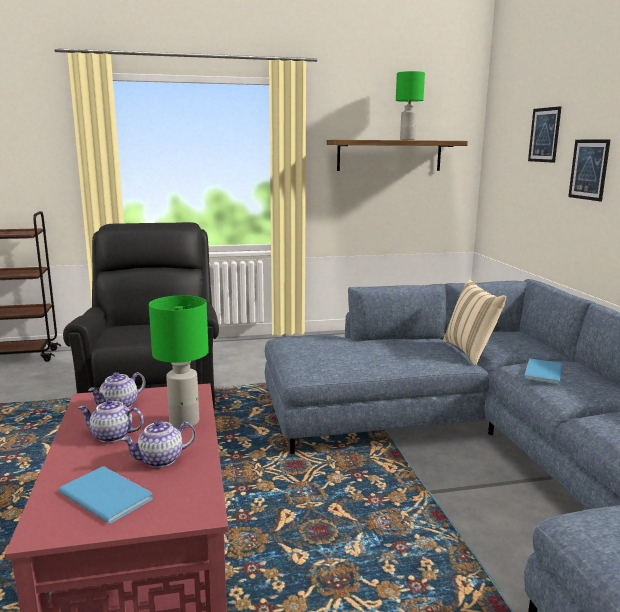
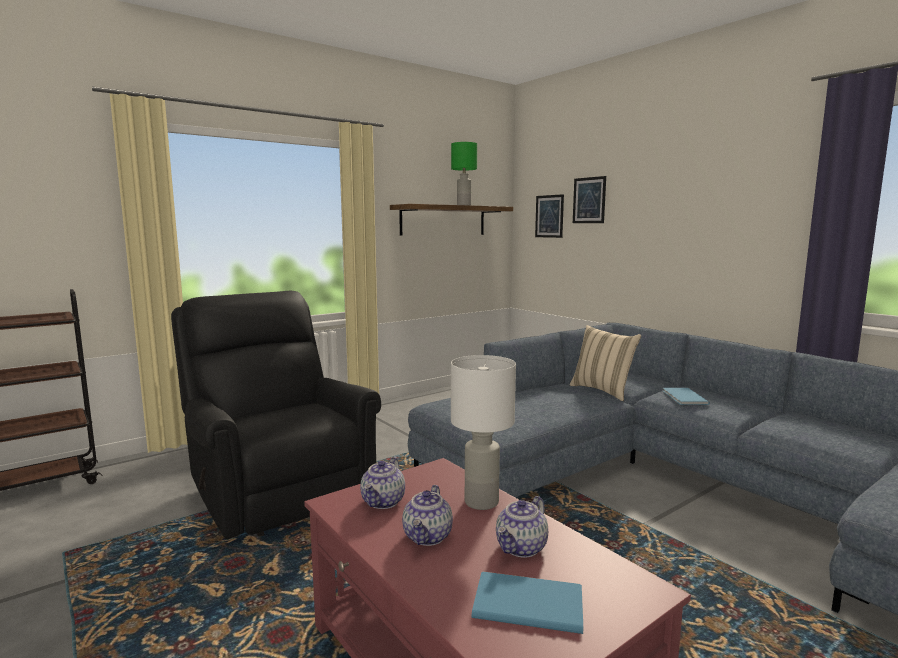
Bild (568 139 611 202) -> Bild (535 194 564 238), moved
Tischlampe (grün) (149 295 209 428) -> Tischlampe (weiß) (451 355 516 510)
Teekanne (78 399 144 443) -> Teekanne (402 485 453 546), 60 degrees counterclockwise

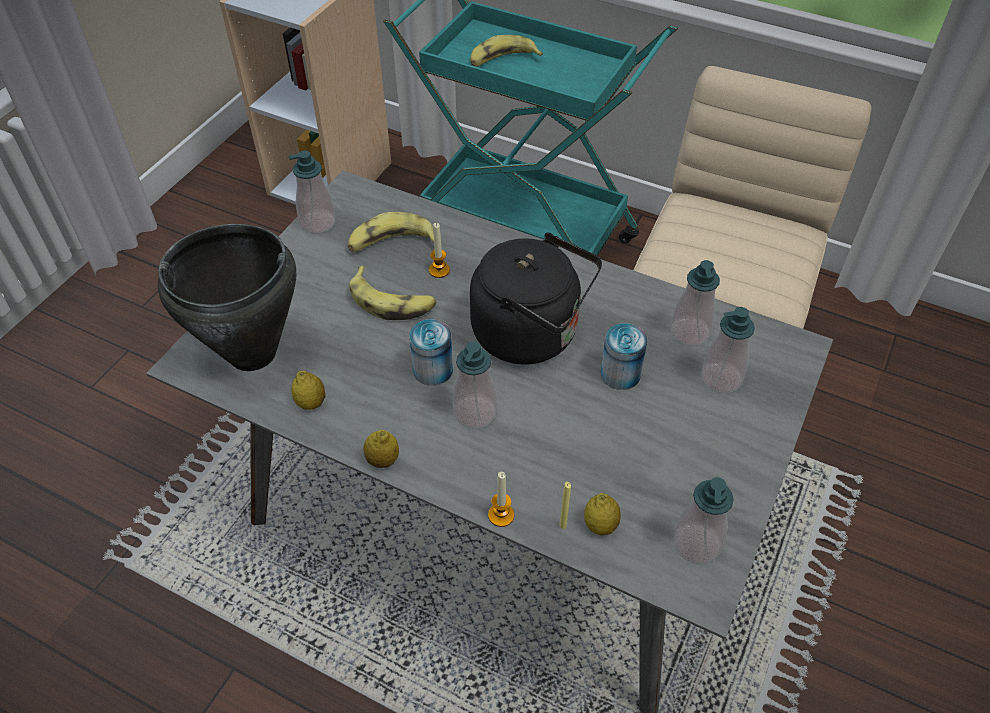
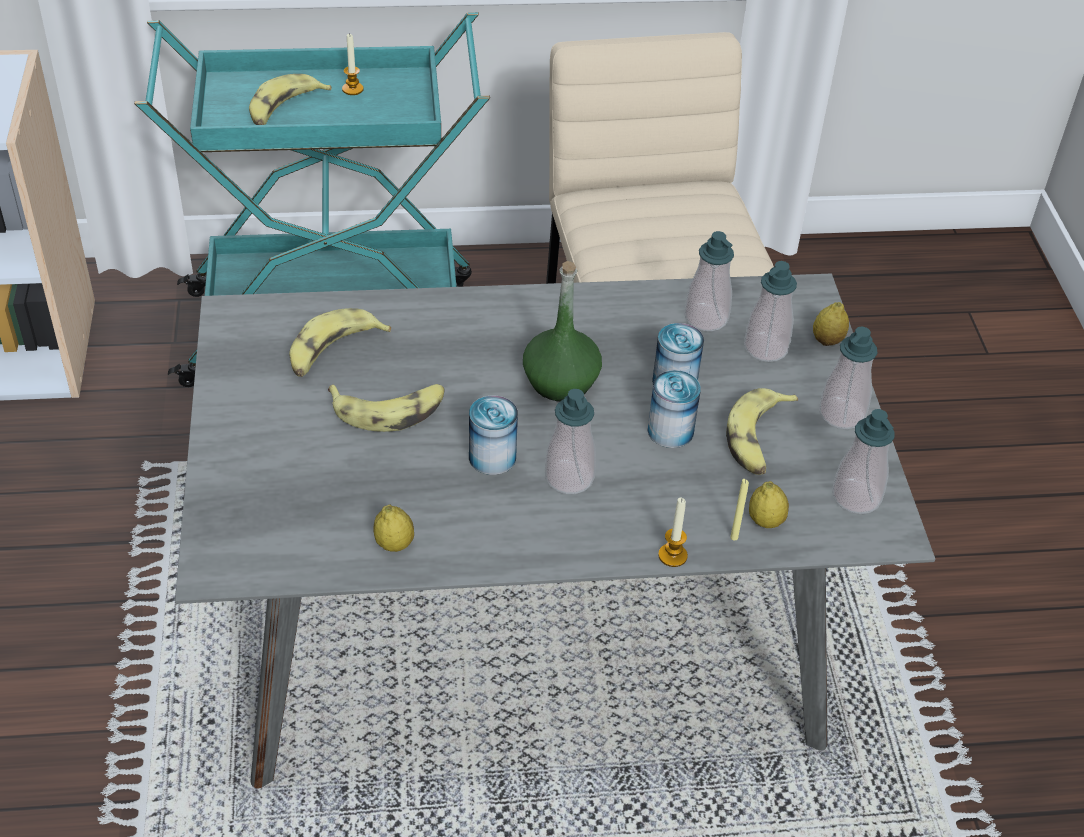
Kochtopf (schwarz) (158 224 296 371) -> none
none -> Dose (647 370 701 448)
none -> Banane (726 388 798 475)
Seifenspender (288 150 335 234) -> Seifenspender (819 327 877 430), moved
Zitrone (363 430 399 468) -> Zitrone (813 302 849 346), moved
Kerze (429 223 450 278) -> Kerze (342 34 364 95), moved
Wasserkessel (schwarz) (470 233 602 365) -> Flasche (grün) (523 261 602 401)

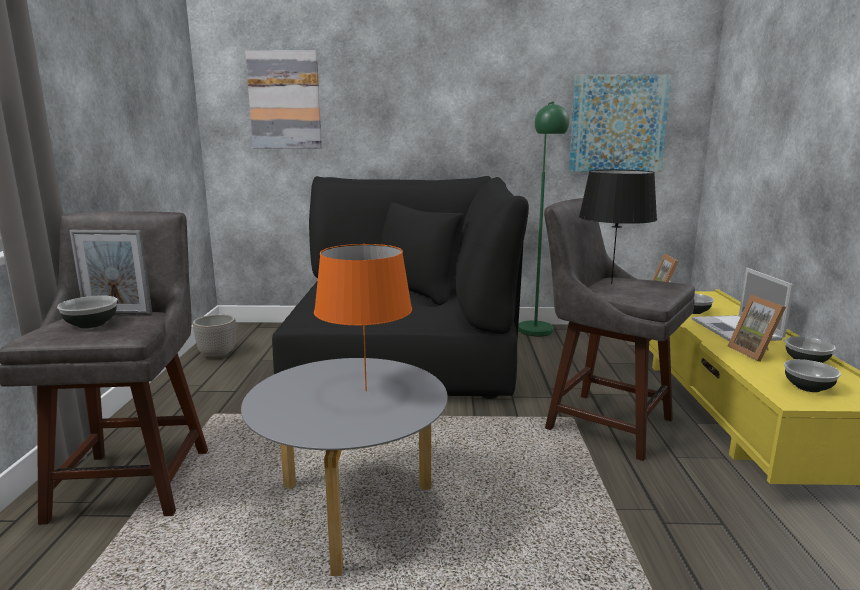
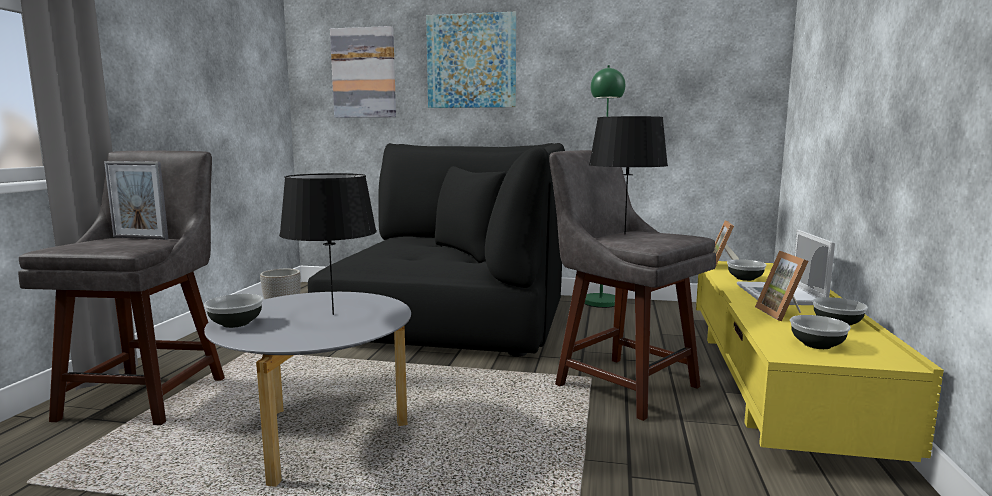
Schüssel (57 295 118 328) -> Schüssel (204 294 263 328), moved
Bild (569 75 671 172) -> Bild (426 12 516 108), moved
Tischlampe (orange) (314 244 412 391) -> Tischlampe (schwarz) (279 173 377 315)

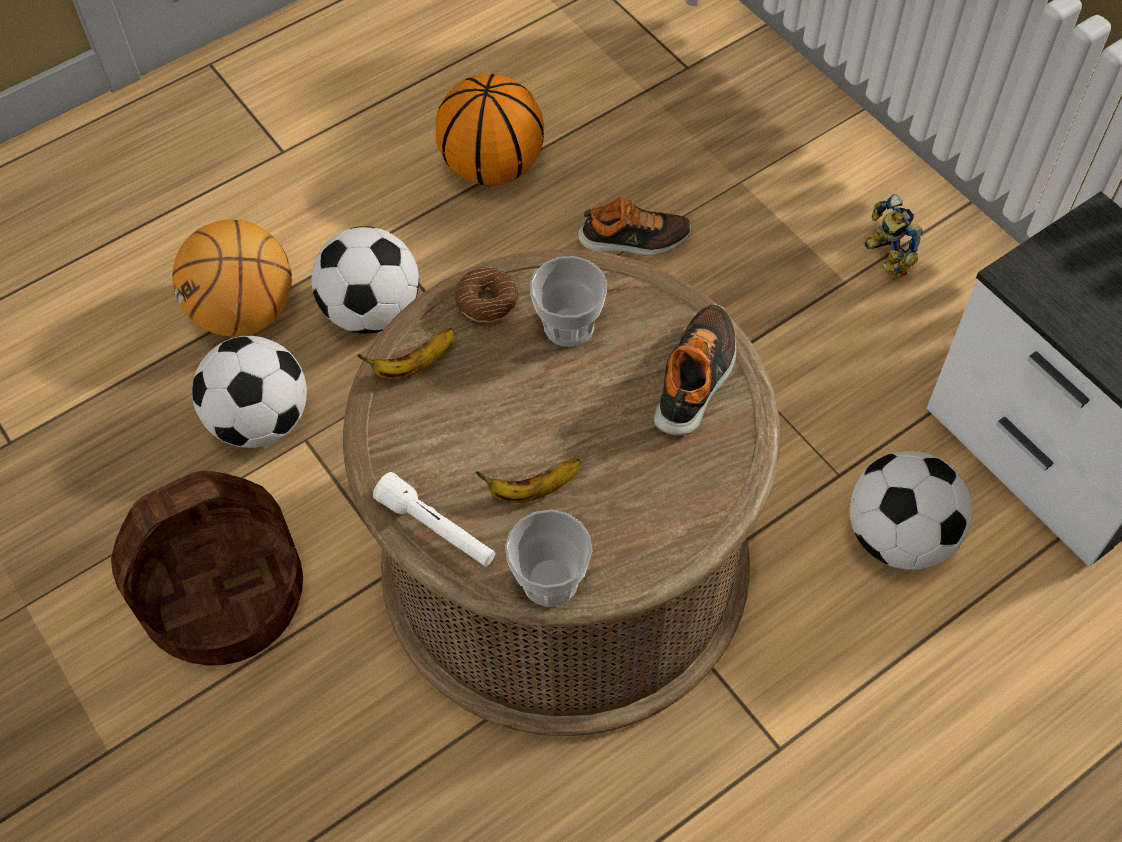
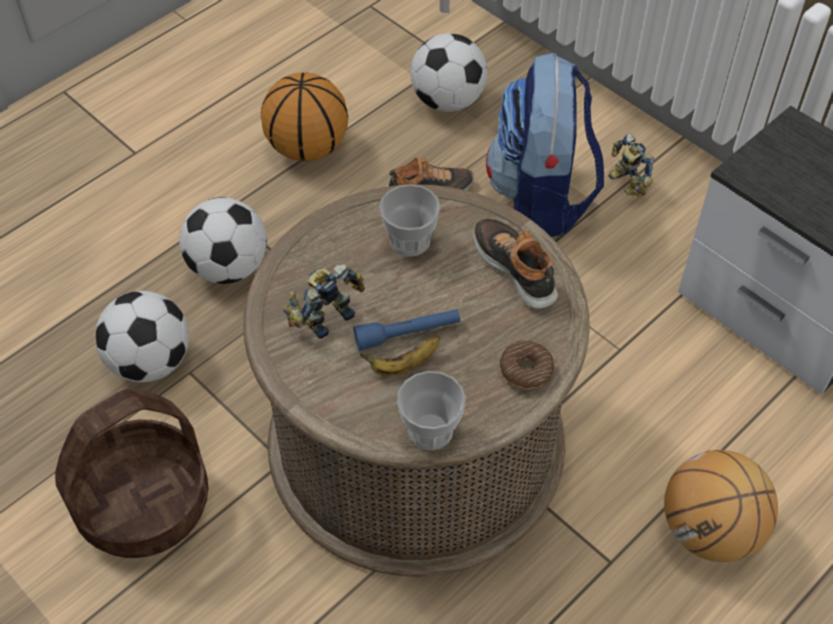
Banane (357 328 454 380) -> none
Taschenlampe (weiß) (373 472 495 567) -> none
none -> Spielzeugroboter (283 264 365 339)
none -> Taschenlampe (blau) (353 309 460 351)
none -> Rucksack (486 53 604 237)
Basketball (172 220 292 336) -> Basketball (664 450 778 562), moved
Donut (455 267 518 323) -> Donut (500 340 554 389), moved
Fußball (849 451 972 570) -> Fußball (410 33 487 112), moved
Schuh (654 304 737 436) -> Schuh (473 218 558 310), 45 degrees counterclockwise

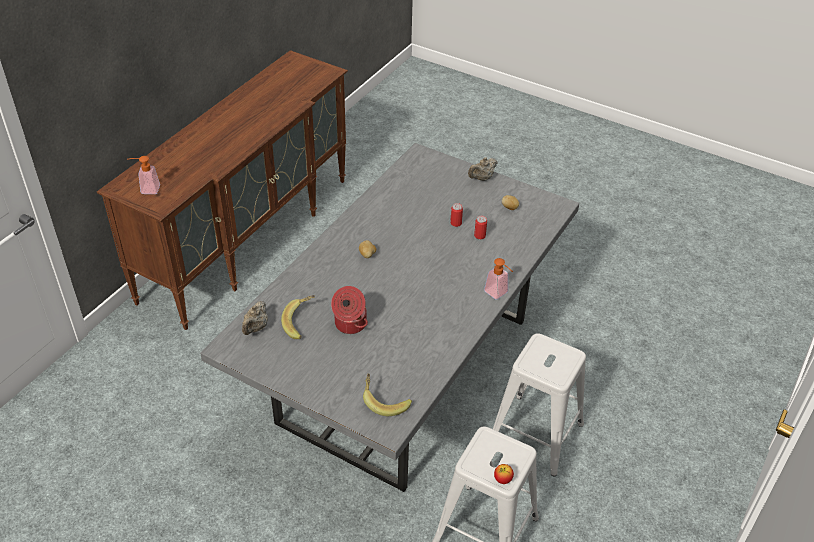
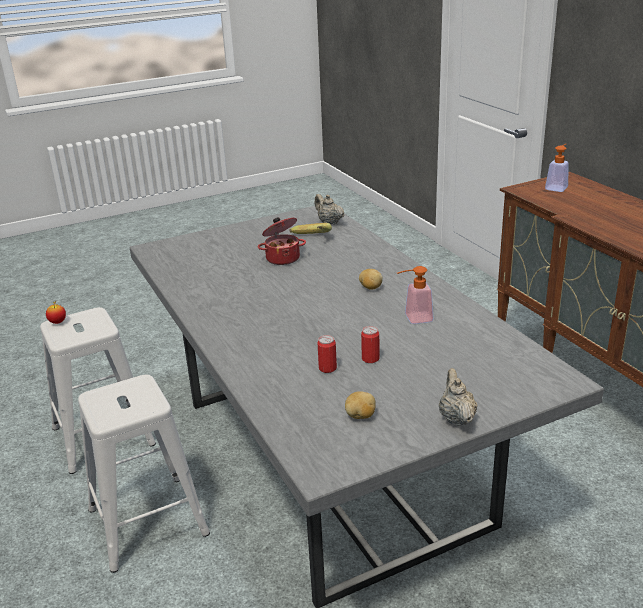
Banane (363 374 412 416) -> none
Seifenspender (484 258 513 300) -> Seifenspender (397 266 434 324), moved

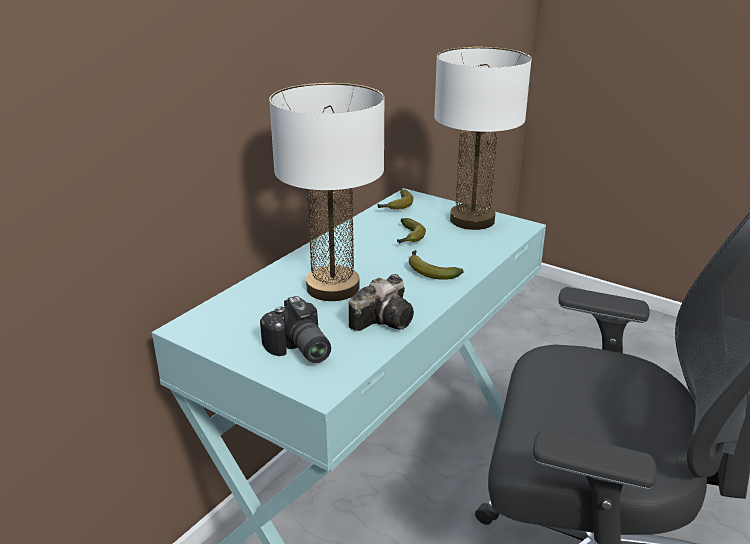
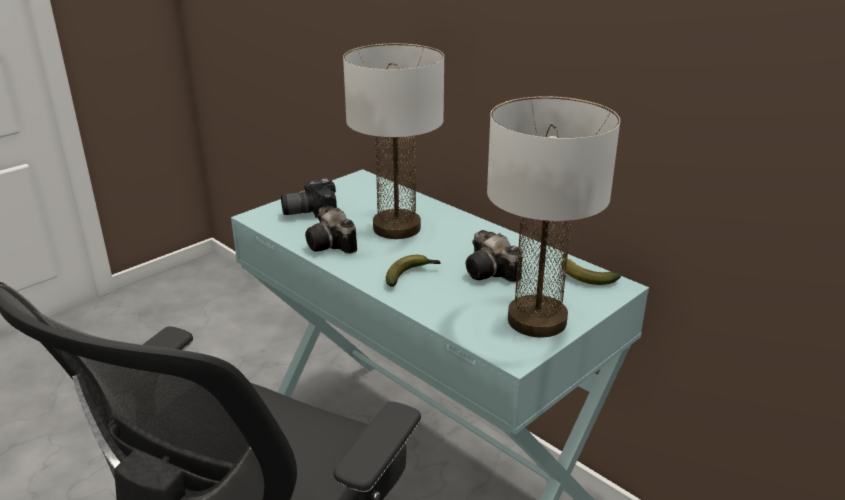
Banane (397 218 426 244) -> Kamera (466 230 522 283)

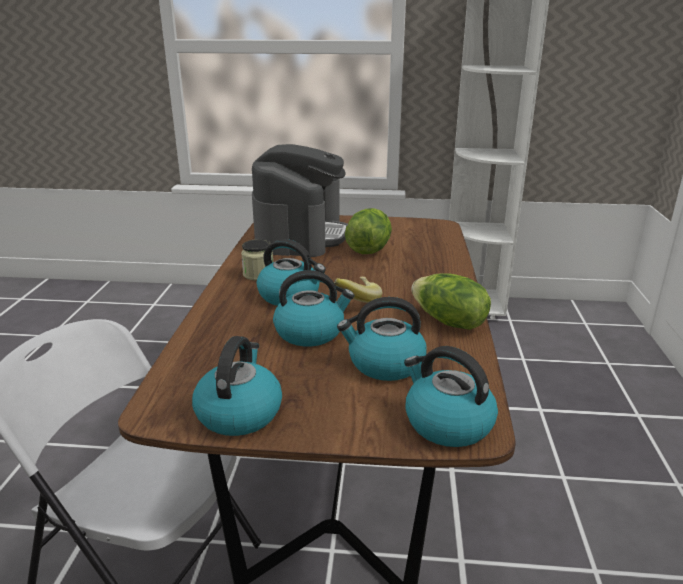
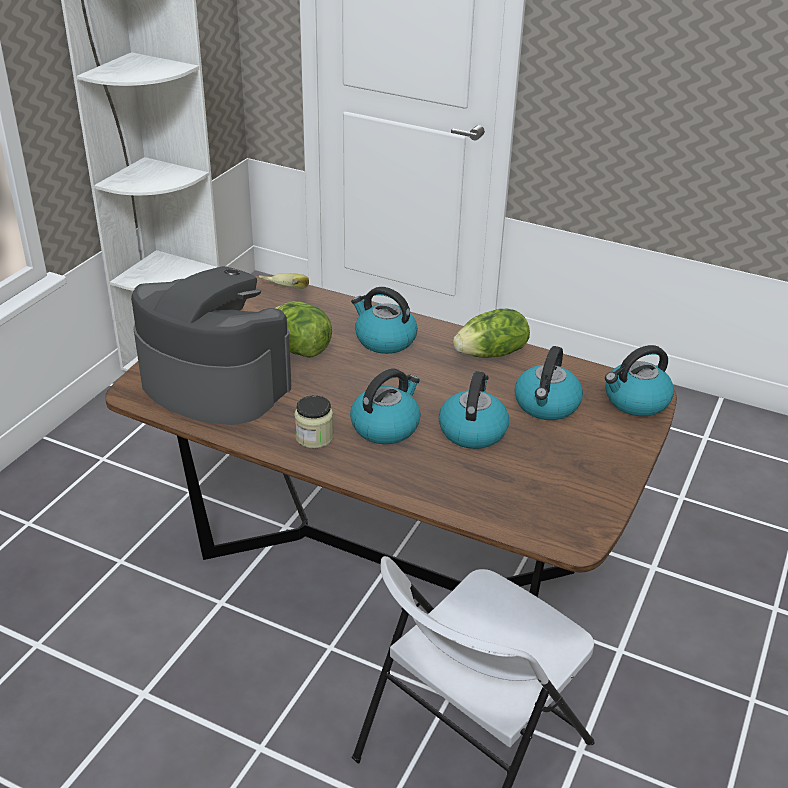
Wasserkessel (192 336 282 436) -> Wasserkessel (351 287 418 354), moved
Banane (334 277 382 303) -> Banane (259 273 309 289), moved

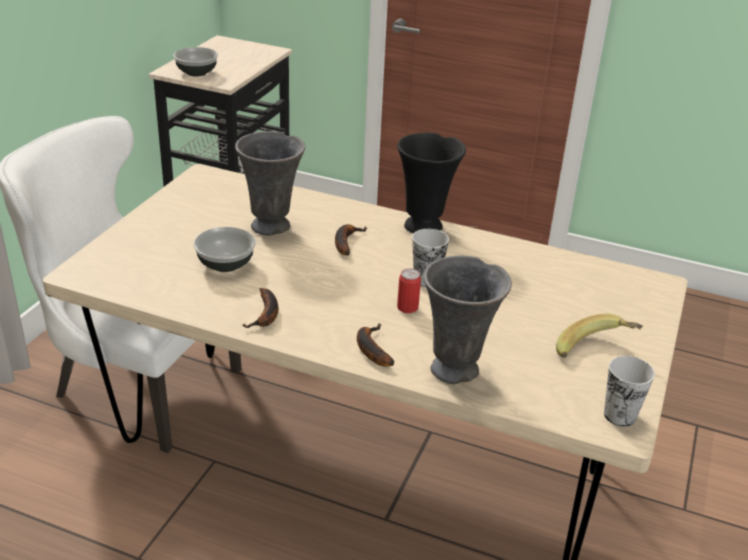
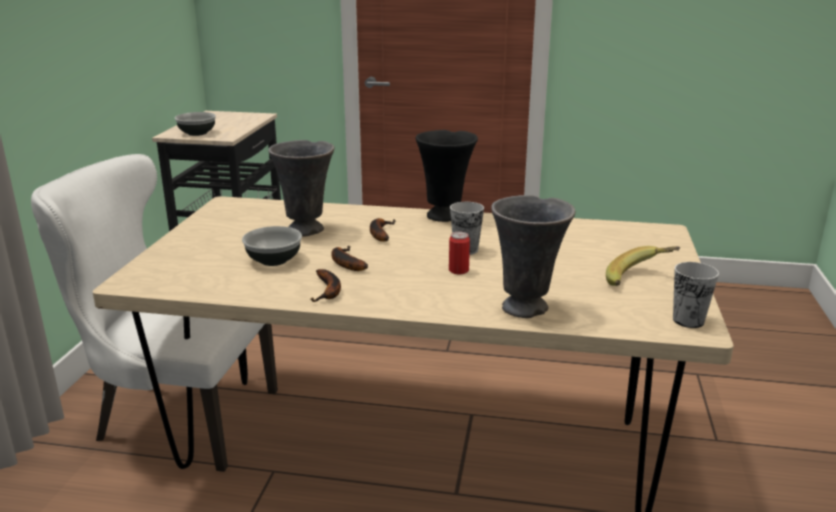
Banane (357 324 394 367) -> Banane (331 245 368 271), moved

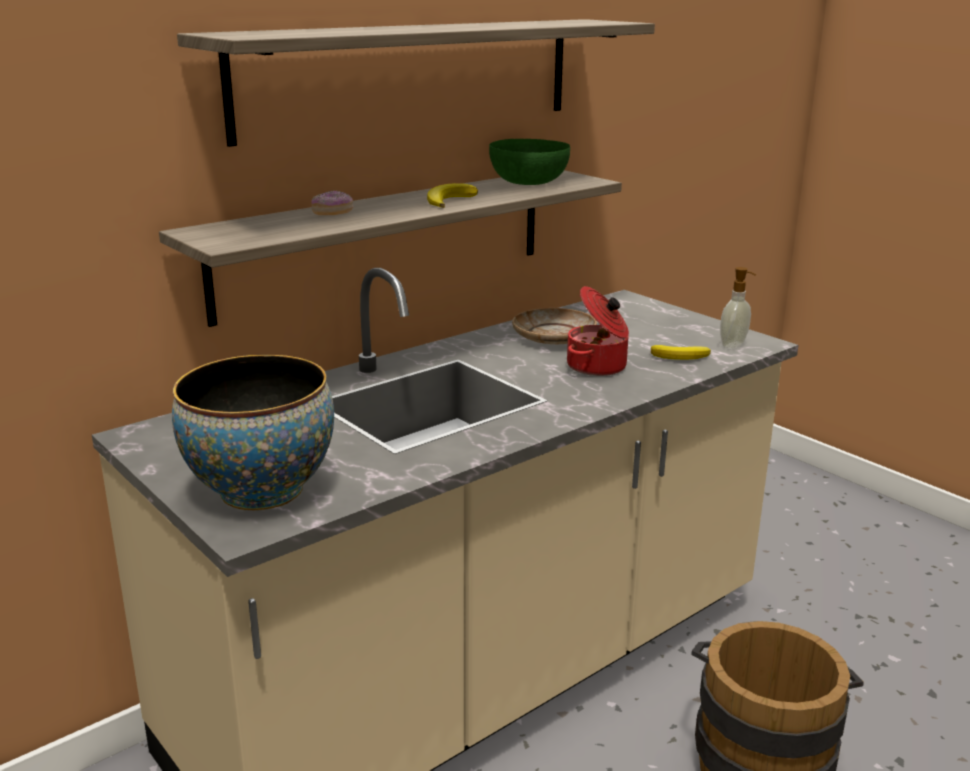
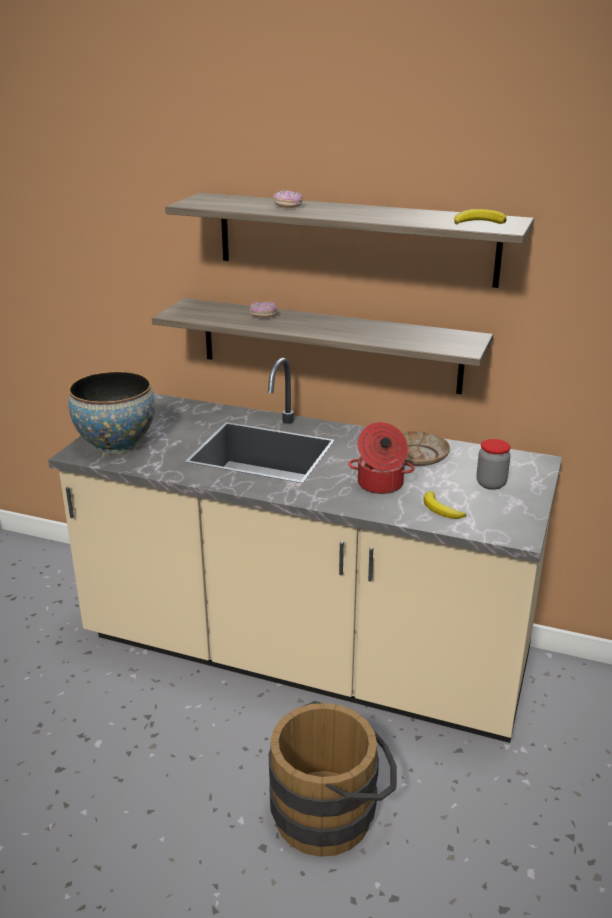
Schüssel (grün) (489 139 570 185) -> none
Seifenspender (720 267 756 349) -> none
none -> Donut (273 190 303 208)
none -> Vorratsglas (477 439 511 490)
Banane (427 183 478 208) -> Banane (454 209 506 224), moved

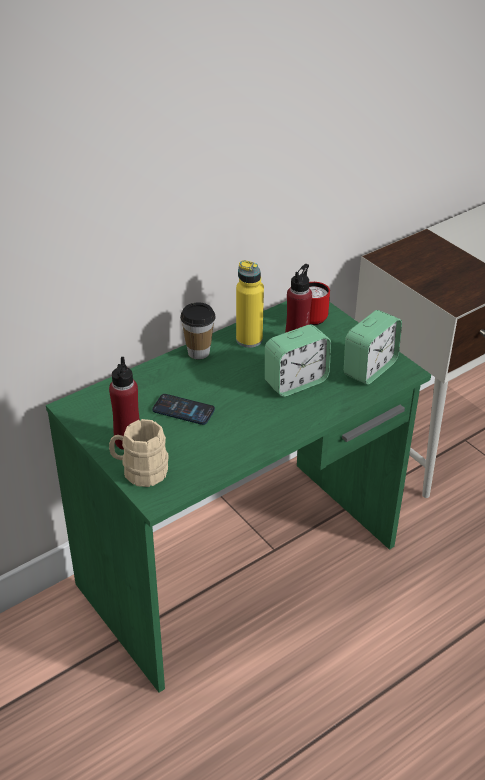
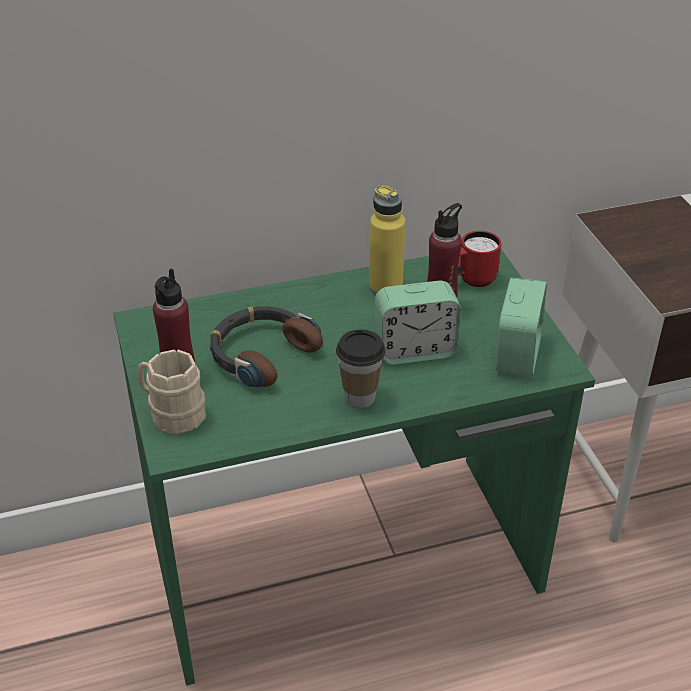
Tasse (180 302 216 359) -> Tasse (336 329 386 408), moved
Handy (152 394 215 425) -> Kopfhörer (210 306 323 388)
Wecker (344 310 402 385) -> Wecker (496 278 547 376), 45 degrees counterclockwise

